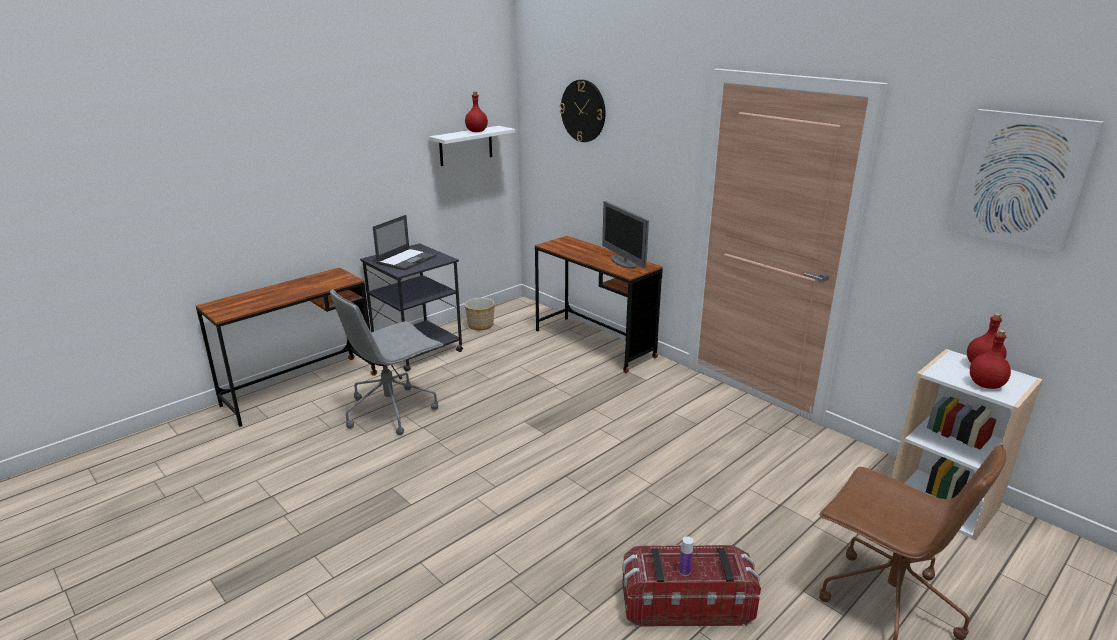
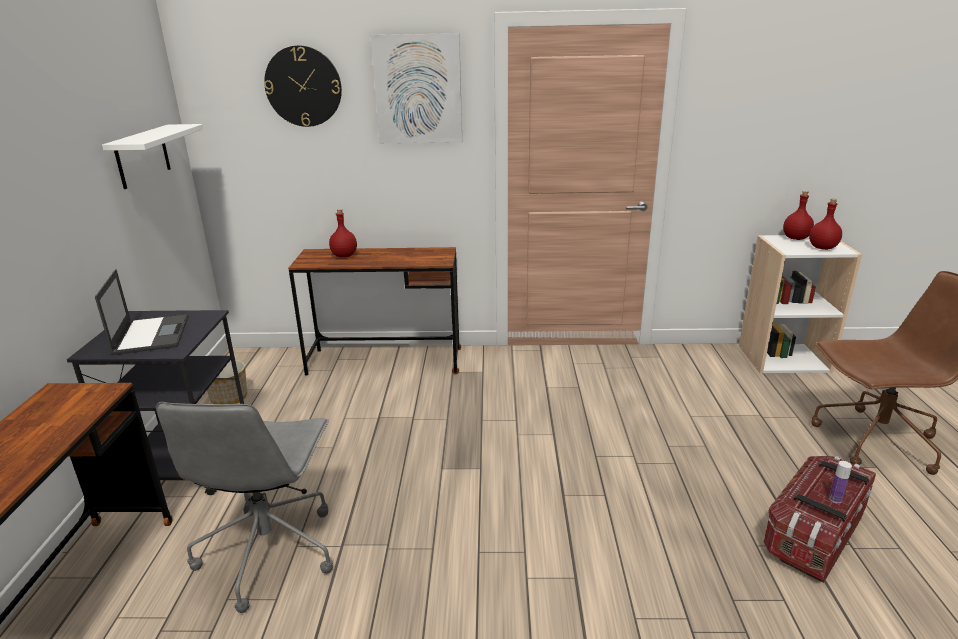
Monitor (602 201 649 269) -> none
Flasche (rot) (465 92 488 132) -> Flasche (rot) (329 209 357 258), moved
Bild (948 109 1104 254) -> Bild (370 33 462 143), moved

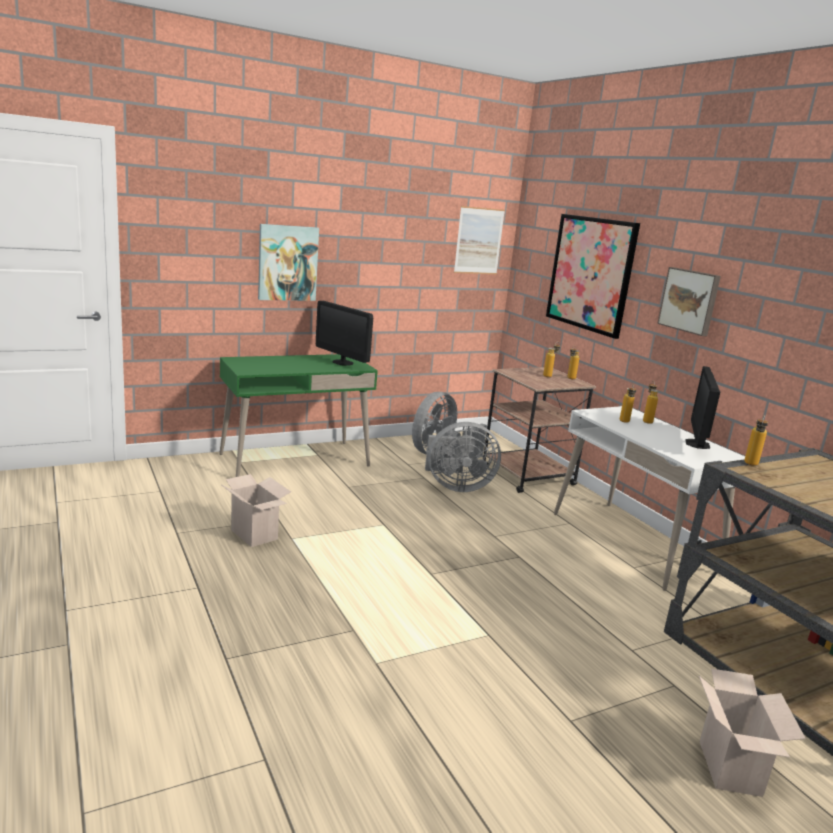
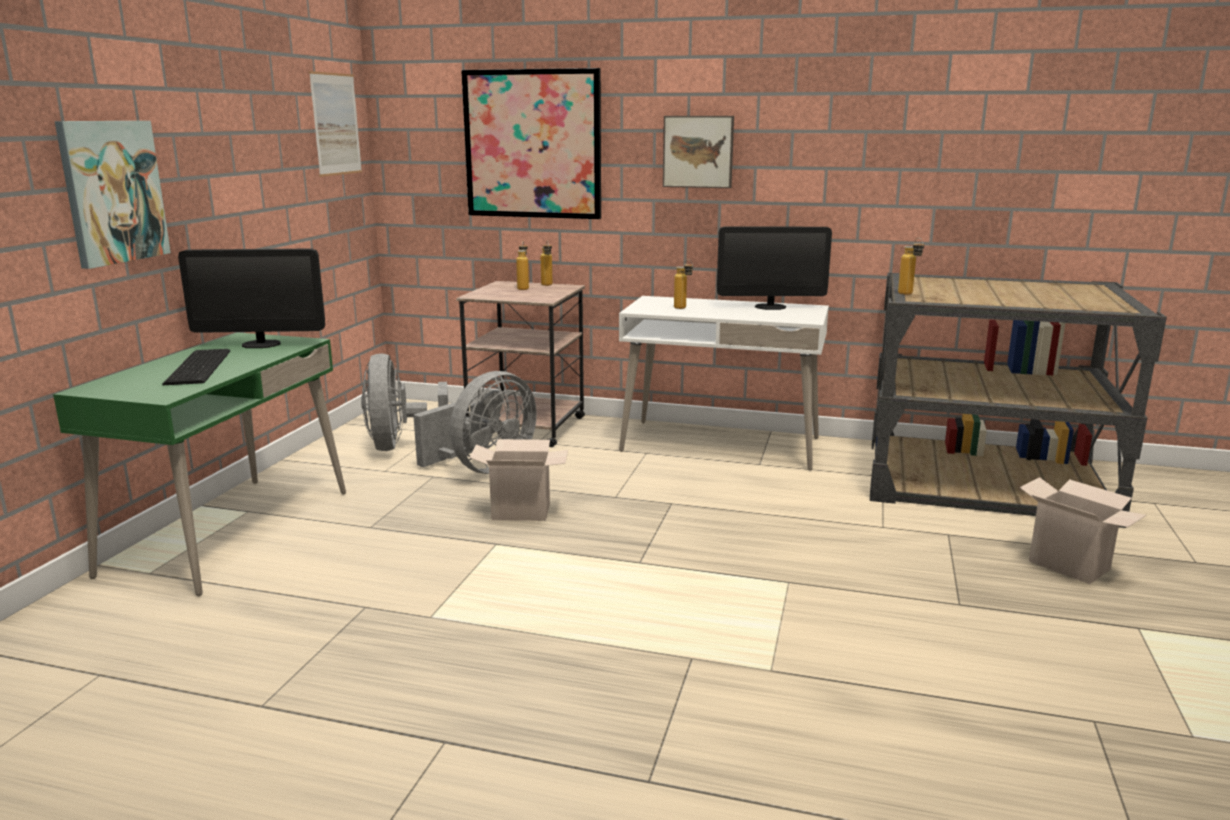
Flasche (643 382 658 424) -> none
none -> Tastatur (162 349 230 385)
Karton (222 474 291 547) -> Karton (470 439 568 521), moved
Monitor (685 366 720 449) -> Monitor (717 227 832 310), 60 degrees counterclockwise

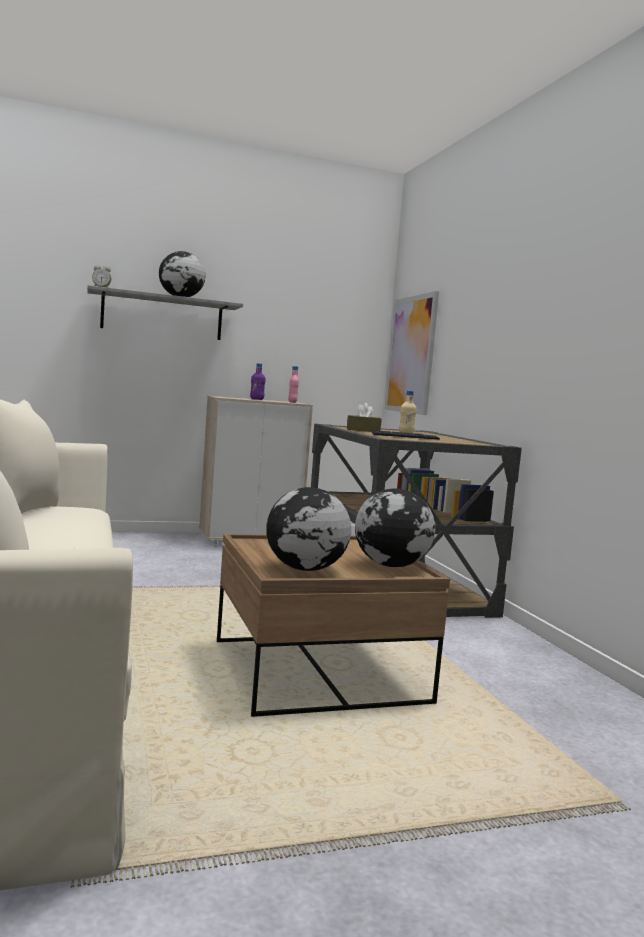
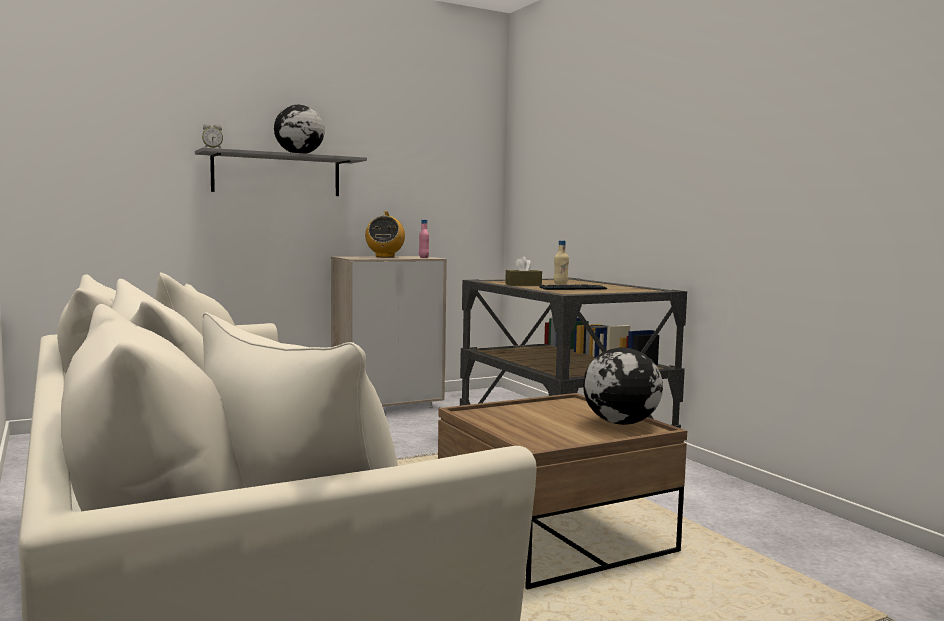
Globus (266 487 351 571) -> none
Bild (385 291 439 415) -> none
Flasche (lila) (250 363 266 400) -> Radio (365 211 405 257)

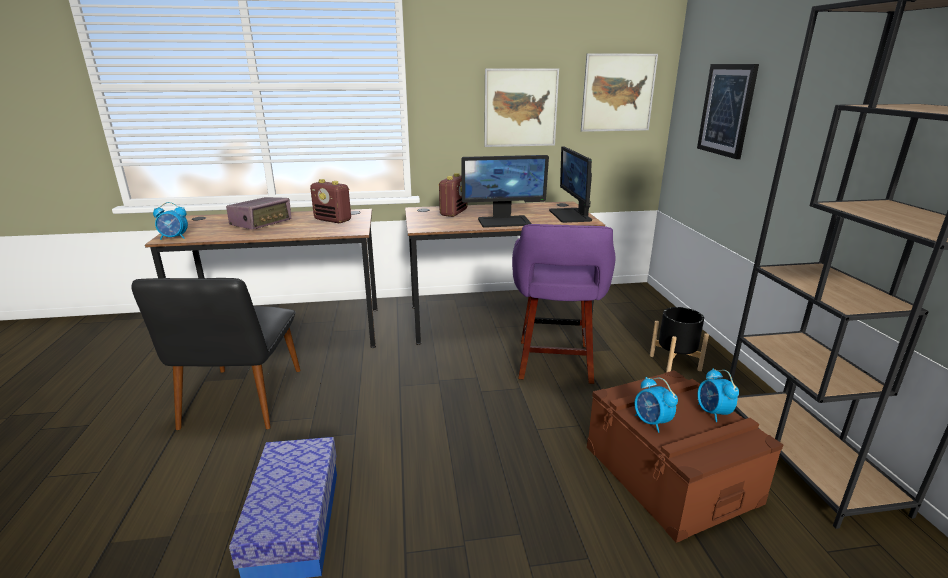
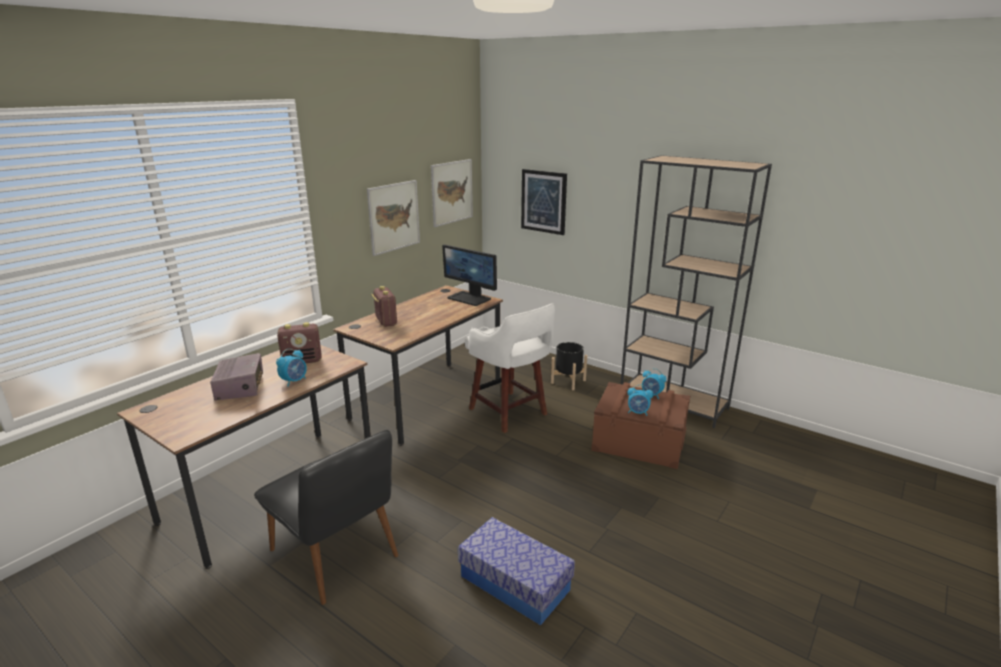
Monitor (461 155 549 228) -> none
Wecker (153 202 188 240) -> Wecker (276 349 307 387), moved
Hocker (lila) (512 224 616 384) -> Hocker (weiß) (465 303 555 433)

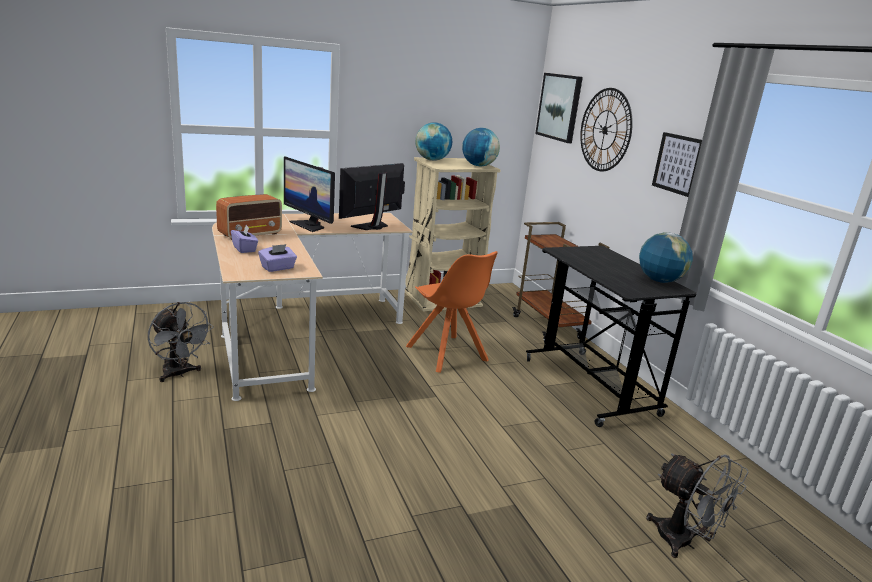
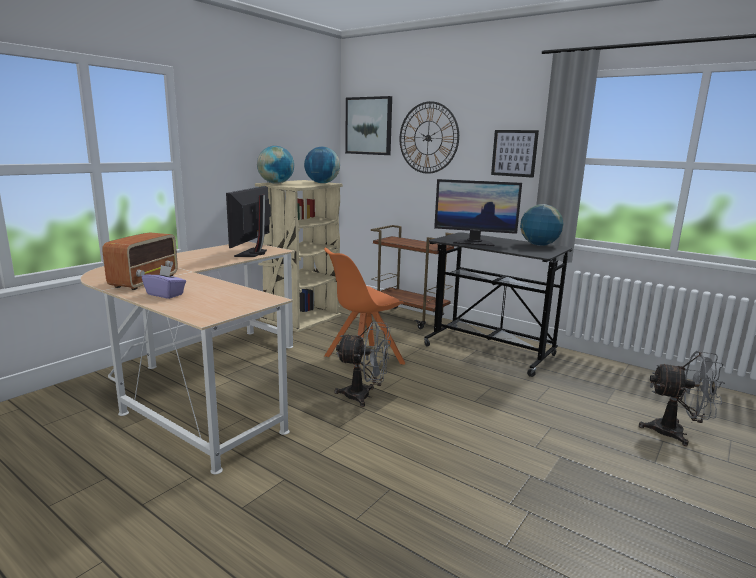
Taschentuchbox (lila) (258 244 297 272) -> none
Ventilator (grau) (148 302 214 382) -> Ventilator (grau) (334 322 391 407), moved
Monitor (284 156 335 232) -> Monitor (434 179 522 246), moved
Stuhl (orange) (406 251 498 373) -> Stuhl (orange) (324 248 405 365), 120 degrees clockwise

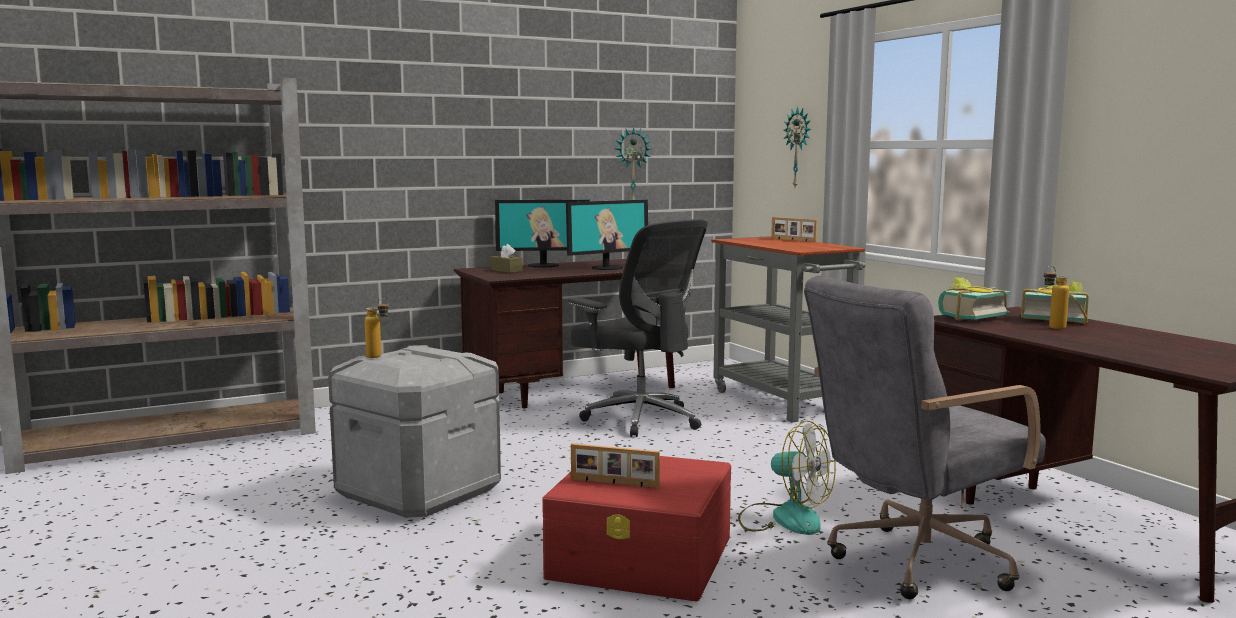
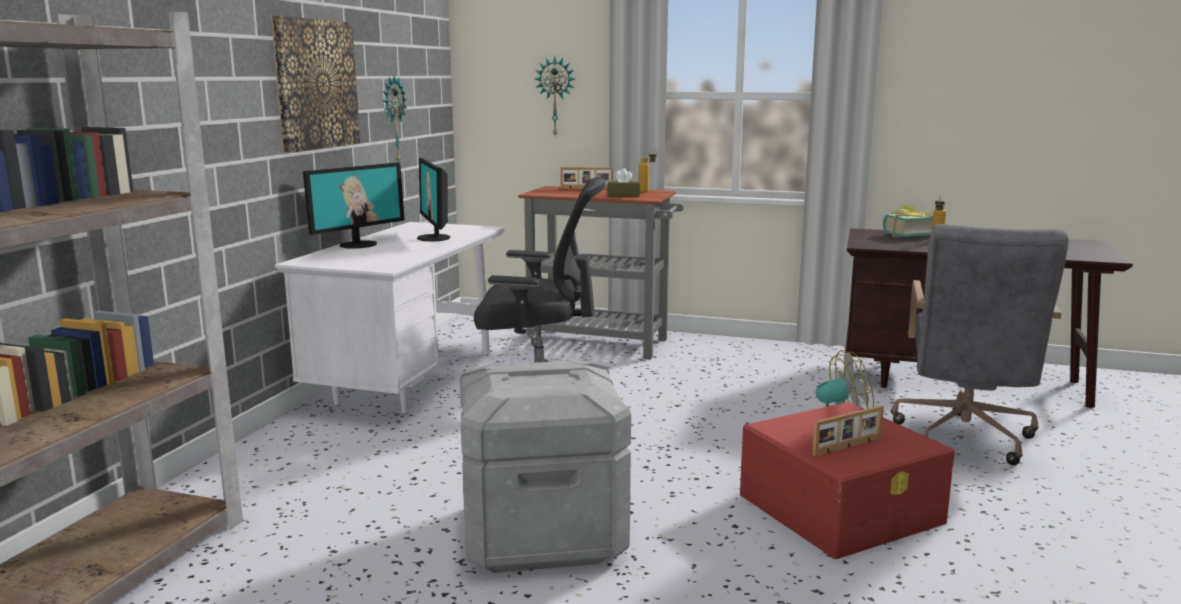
Buch (938 277 1011 321) -> none
none -> Bild (271 16 360 153)
Flasche (365 298 389 358) -> Flasche (639 149 657 192), moved
Taschentuchbox (braun) (491 244 523 273) -> Taschentuchbox (braun) (607 168 640 197), moved
Schreibtisch (braun) (454 259 675 408) -> Schreibtisch (weiß) (275 222 505 414)
Monitor (566 199 648 270) -> Monitor (417 158 450 242), 150 degrees clockwise

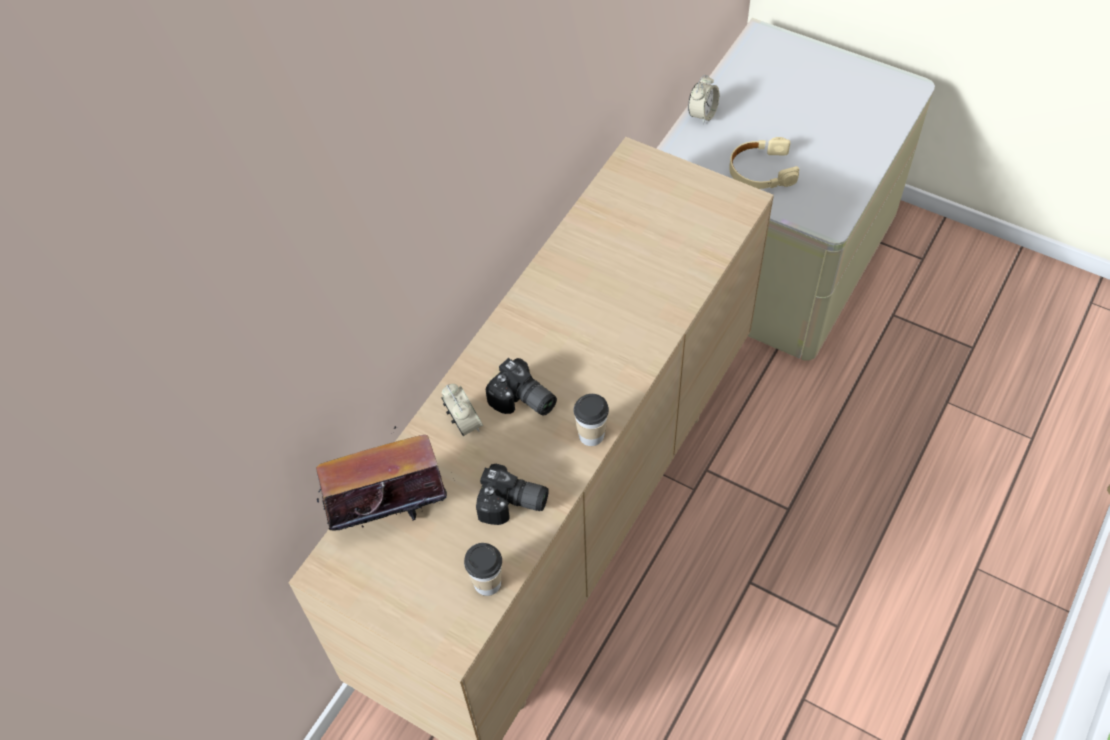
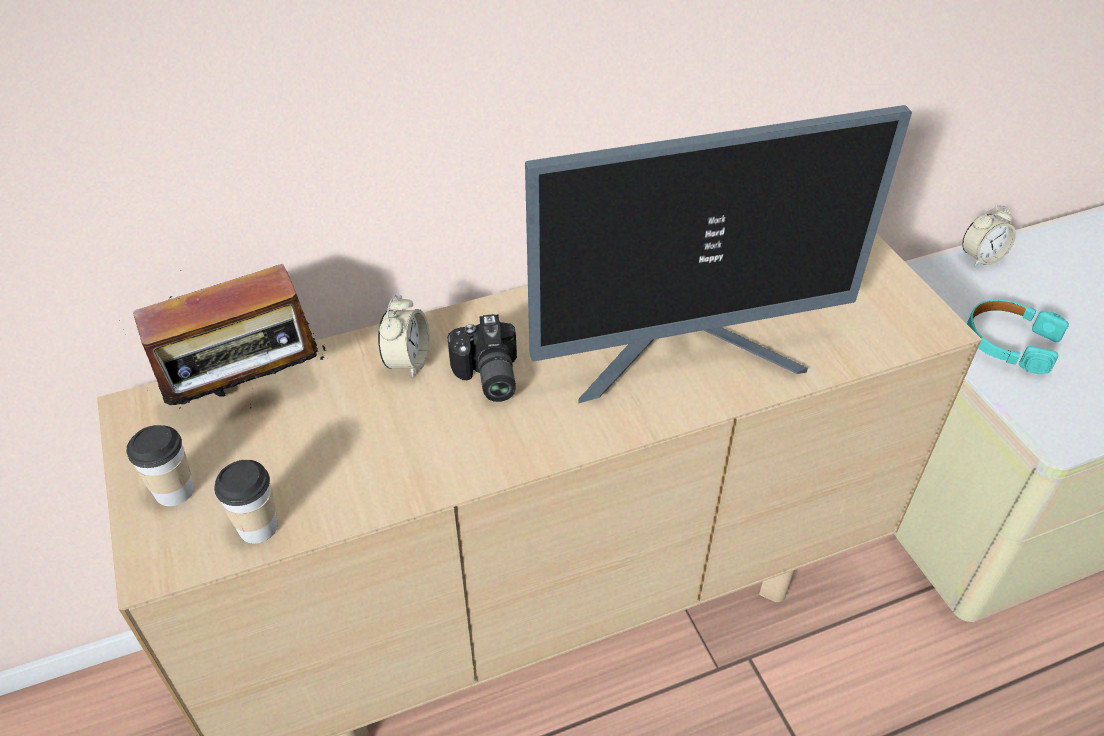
Kamera (476 464 549 525) -> none
none -> Monitor (525 105 912 404)
Tasse (573 394 609 446) -> Tasse (126 425 194 506), moved
Kopfhörer (beige) (729 137 799 189) -> Kopfhörer (türkis) (967 299 1069 374)
Radio (316 426 454 531) -> Radio (119 264 327 409), 135 degrees clockwise

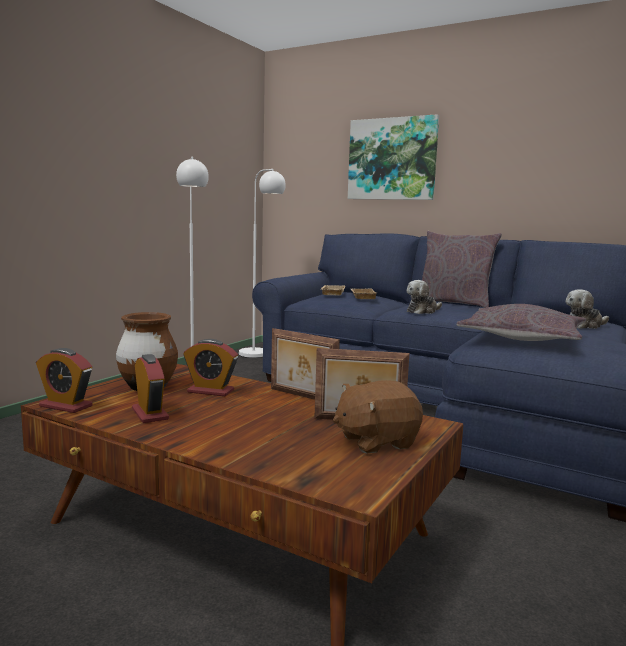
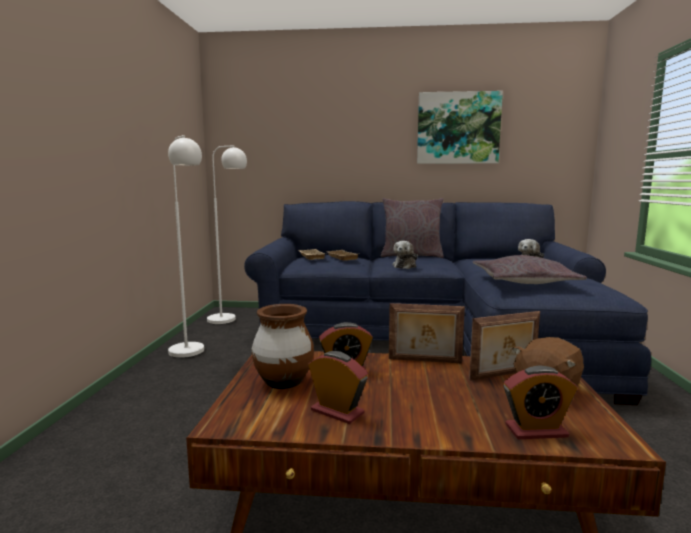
Wecker (36 348 93 413) -> Wecker (503 365 578 439), moved
Bild (348 114 439 200) -> Bild (417 91 503 164), moved

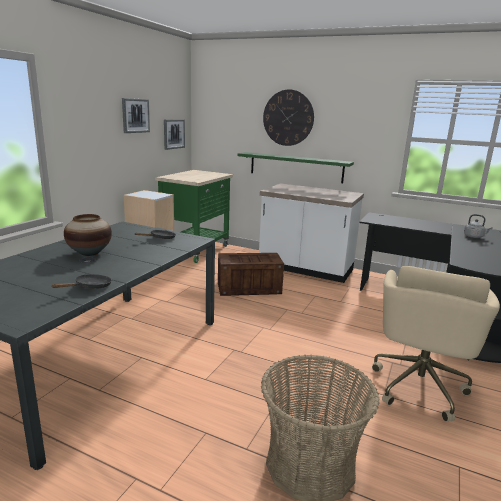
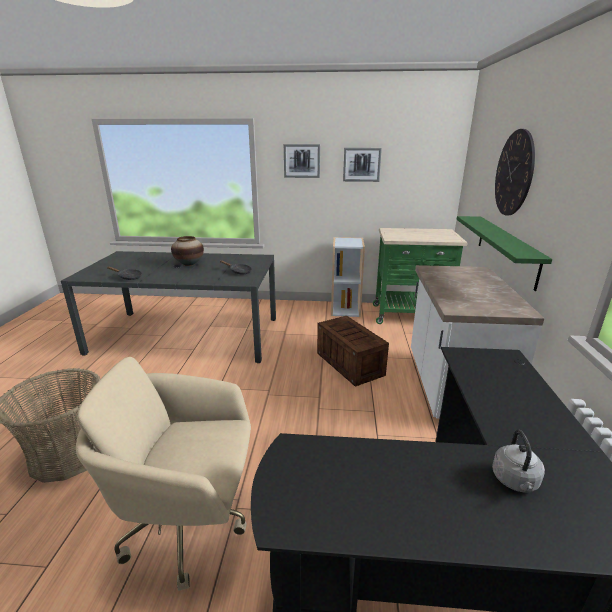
Bild (164 119 185 150) -> Bild (284 144 320 178), moved

